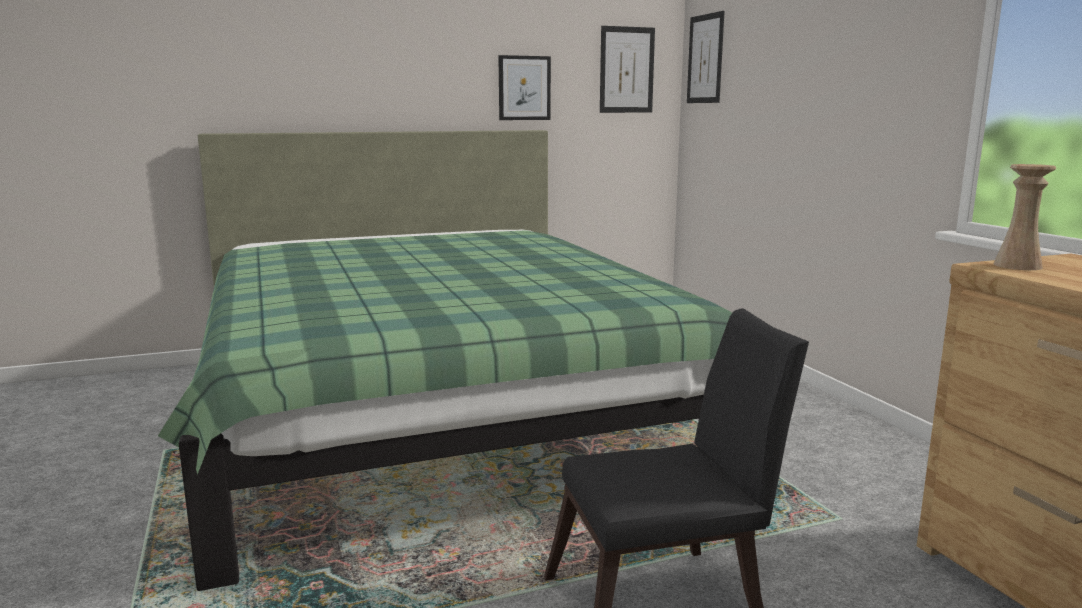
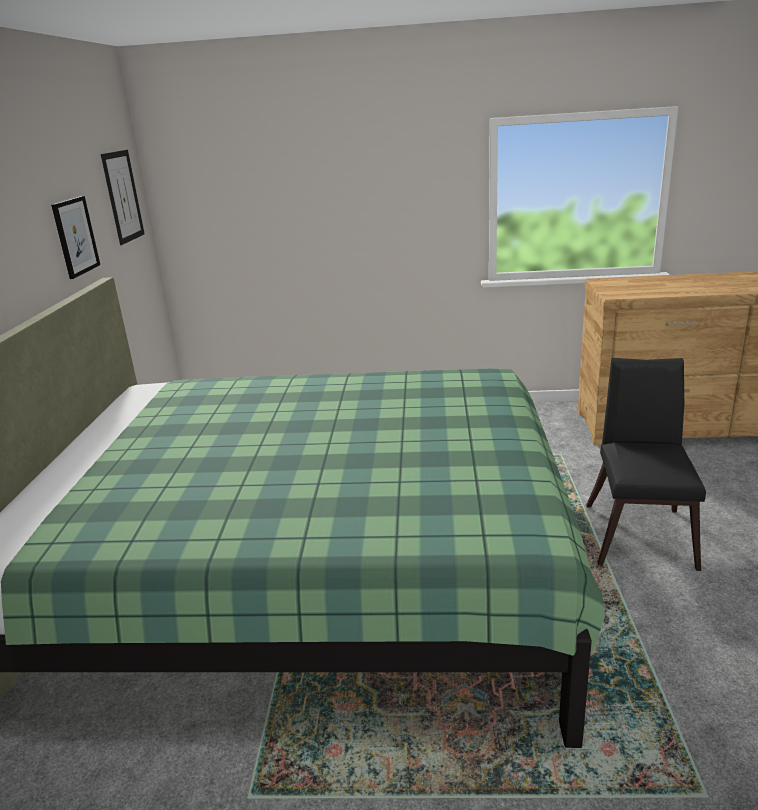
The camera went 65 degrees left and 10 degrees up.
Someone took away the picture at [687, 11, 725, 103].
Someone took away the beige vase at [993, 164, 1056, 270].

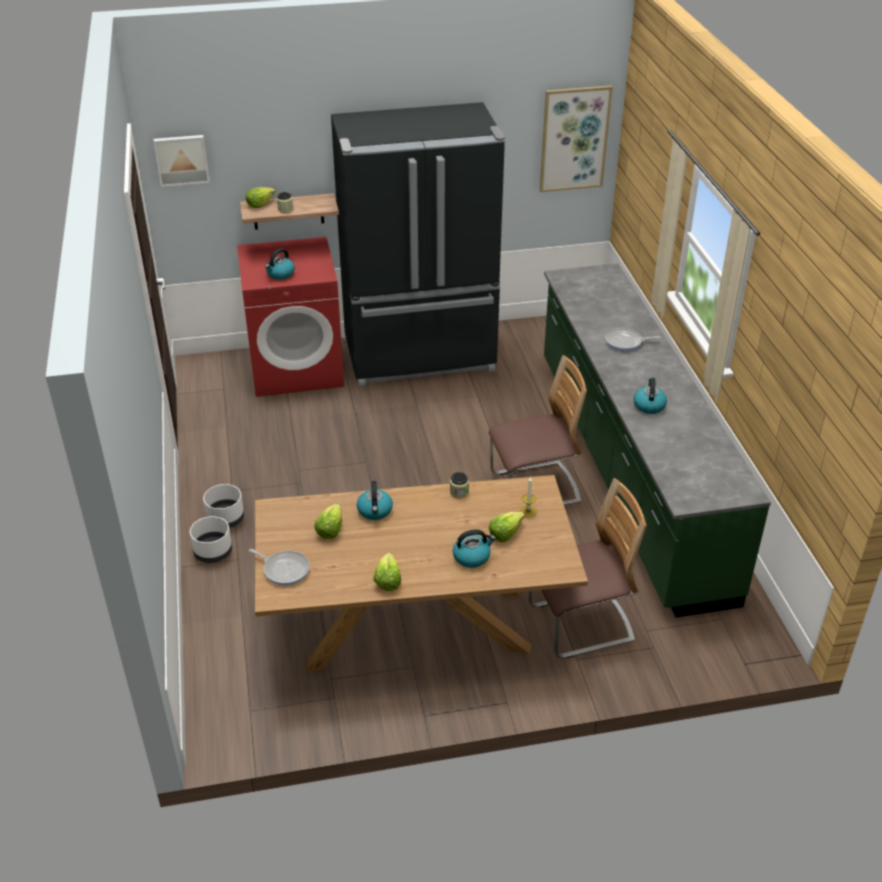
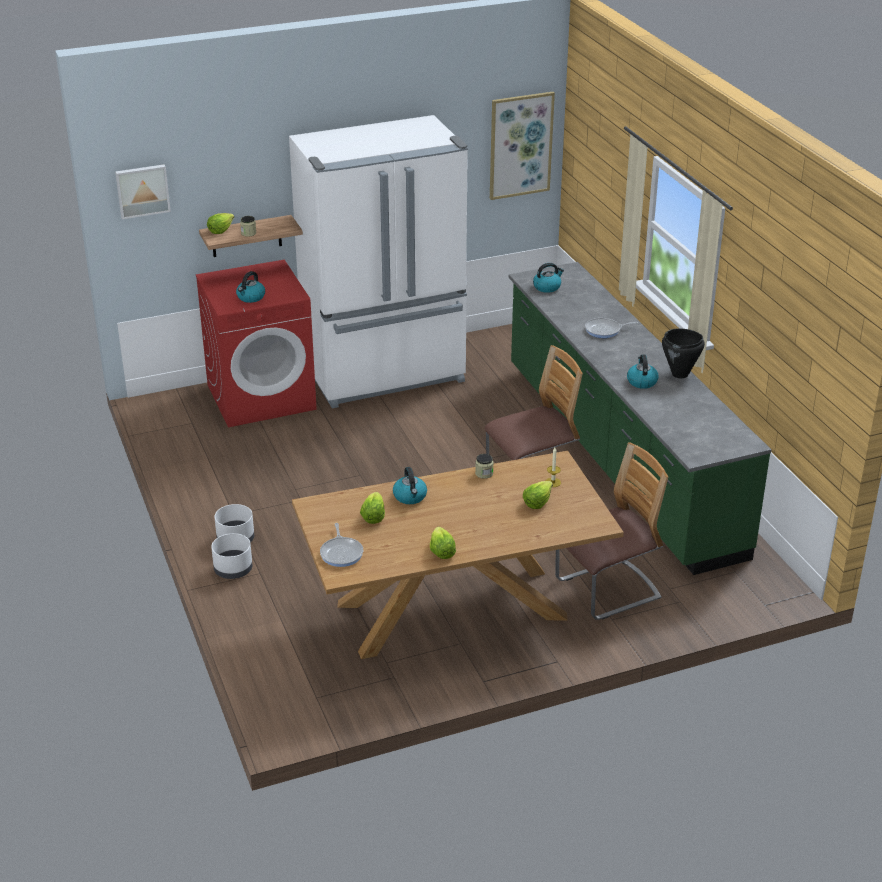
The camera went 10 degrees left and 5 degrees down.
Someone repainted the black fridge at [331, 102, 505, 387], which became the white fridge at [289, 115, 468, 408].
Someone carried the kettle from [453, 529, 496, 568] to [533, 263, 564, 293].
Someone rotated the frying pan at [249, 549, 310, 586] by 60 degrees clockwise.
Someone put down the black cooking pot at [662, 328, 705, 378].

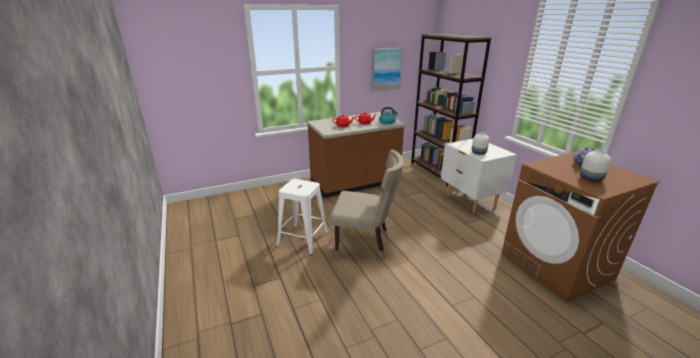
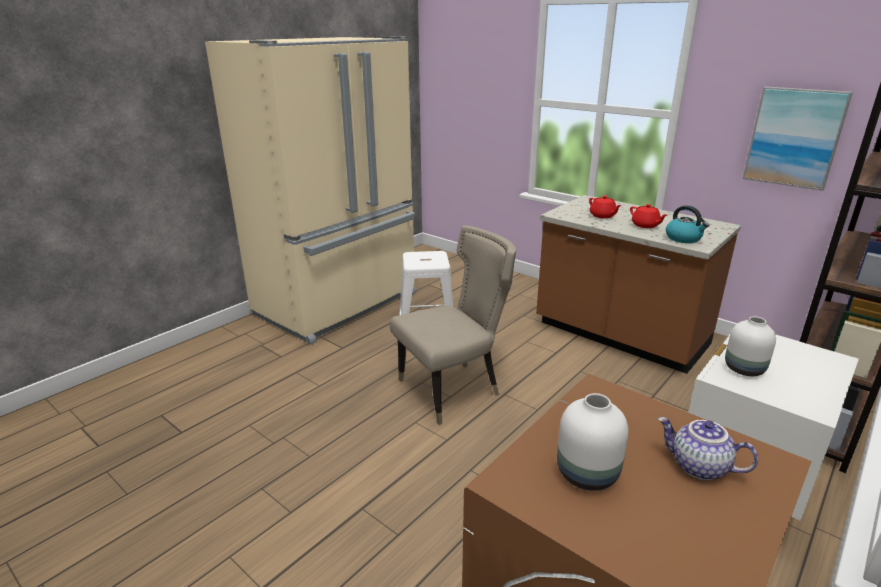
The camera went 65 degrees right and 0 degrees up.
Someone rotated the beige chair at [330, 150, 404, 259] by 105 degrees counterclockwise.
Someone put down the beige fridge at [205, 36, 416, 344].

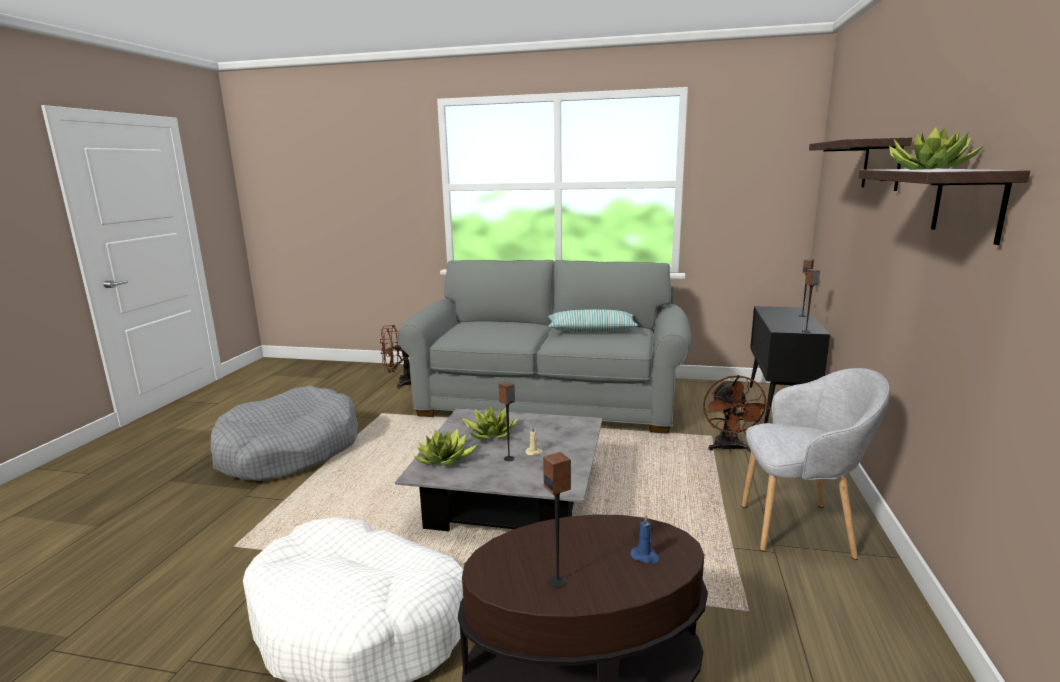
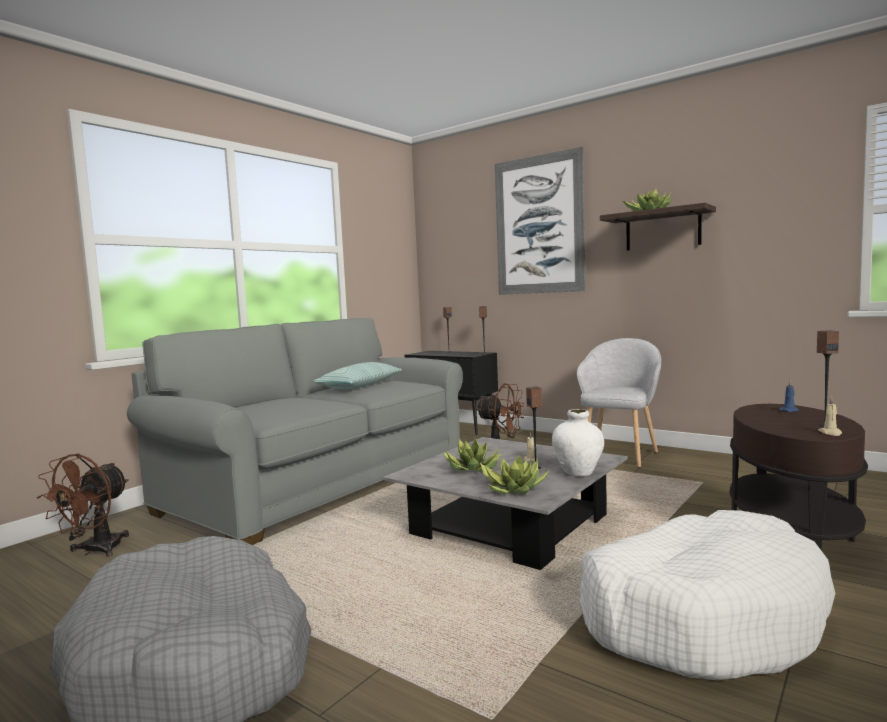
The camera went 65 degrees left and 10 degrees down.
Someone swapped the shelf at [809, 137, 912, 191] for the picture at [495, 147, 586, 295].
Someone put down the beige candle at [818, 396, 842, 436].
Someone put down the white vase at [552, 409, 604, 476].

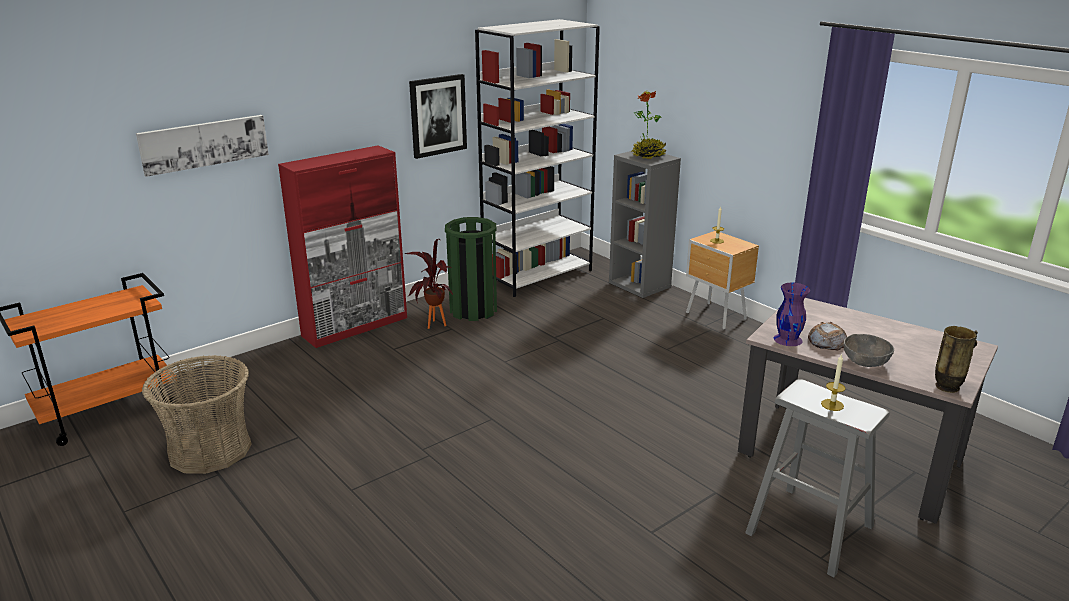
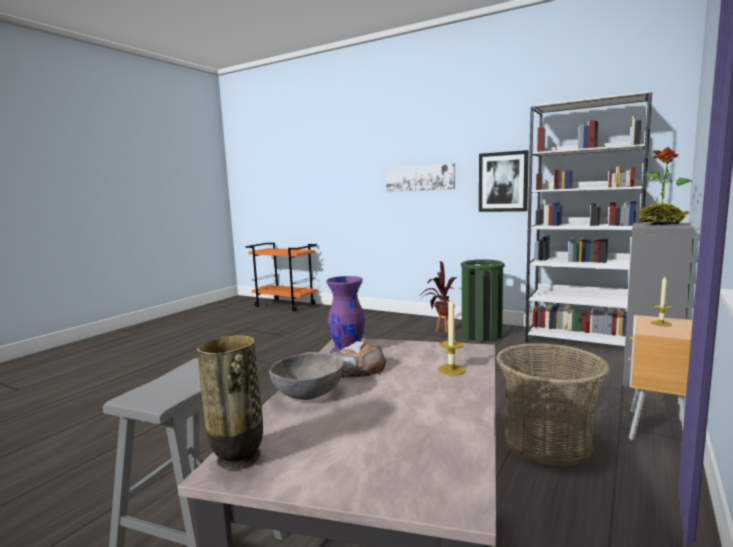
The camera went 70 degrees right and 15 degrees down.
Someone carried the picture from [136, 115, 269, 177] to [386, 163, 455, 192].
Someone took away the red cabinet at [278, 145, 407, 348].
Someone carried the candle from [821, 354, 845, 411] to [438, 298, 466, 376].
Someone carried the basket from [142, 355, 252, 474] to [496, 343, 610, 467].

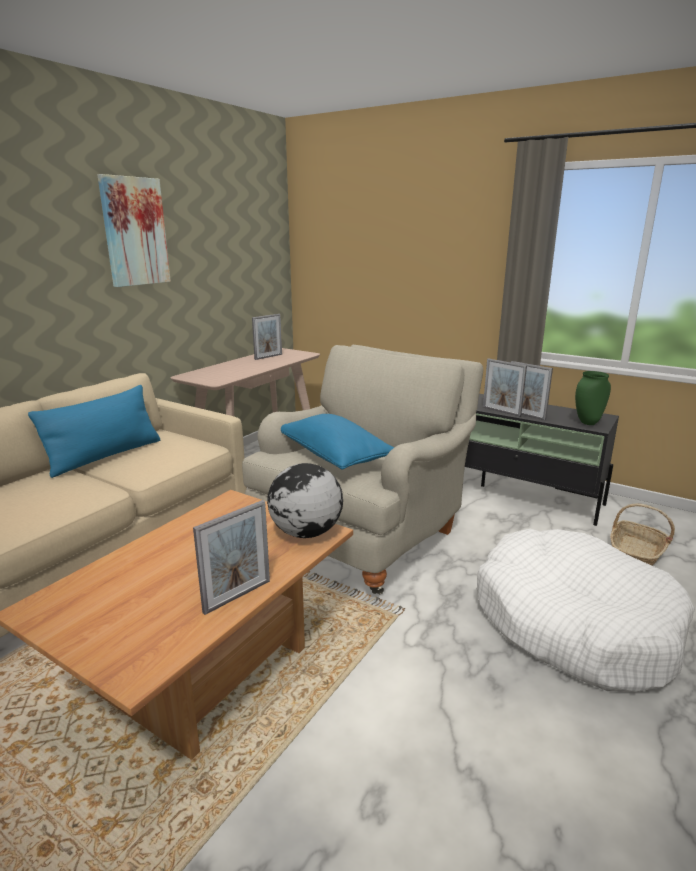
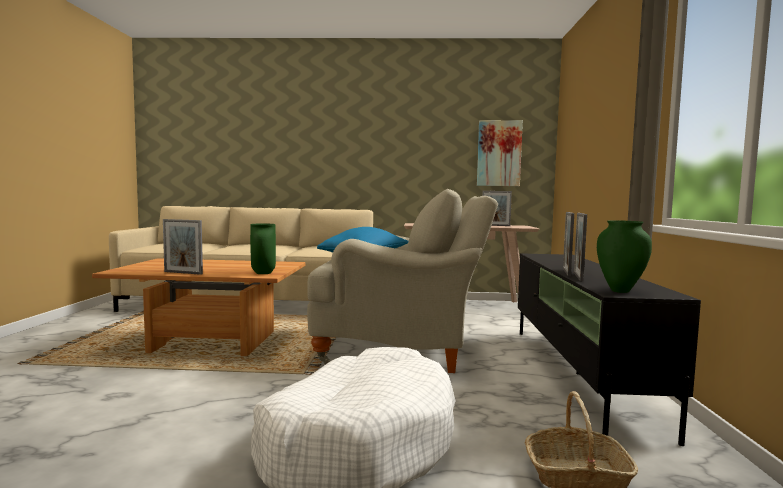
The camera went 60 degrees right and 15 degrees down.
Someone carried the picture from [97, 174, 171, 287] to [477, 120, 523, 186].
Someone took away the blue pillow at [28, 385, 160, 478].
Someone swapped the globe at [267, 463, 343, 538] for the green vase at [250, 223, 276, 274].

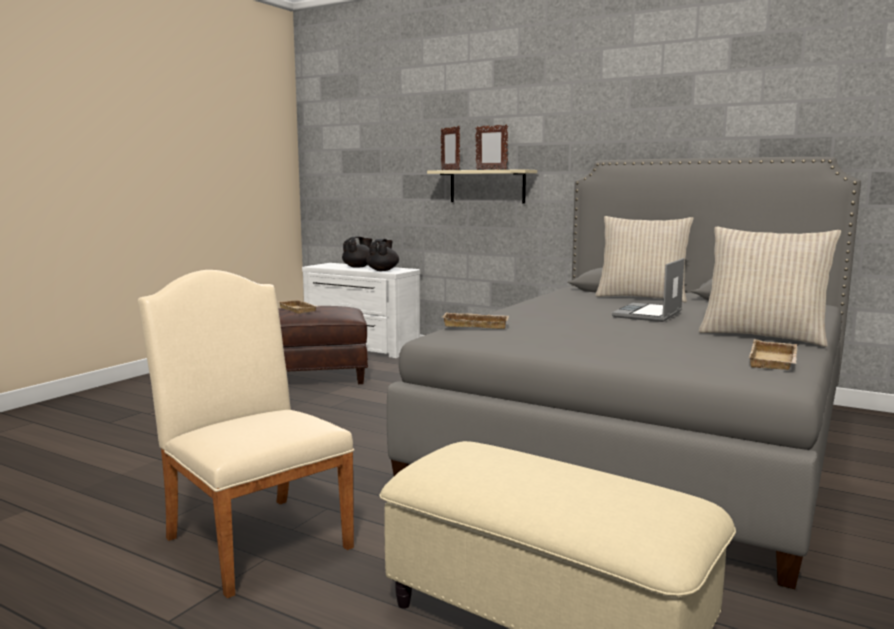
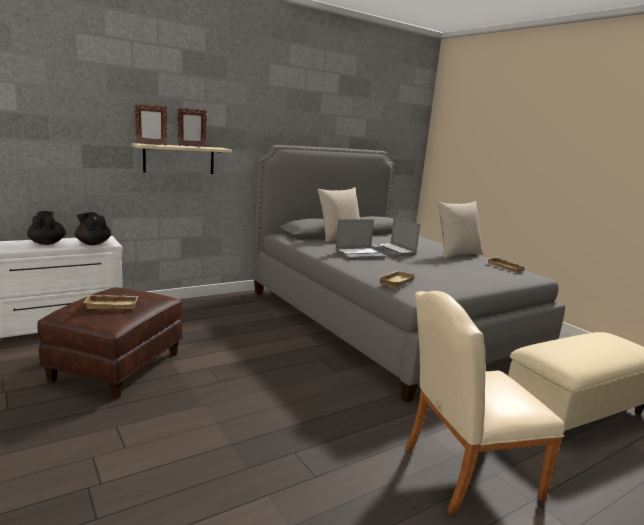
The camera went 65 degrees left and 5 degrees up.
Someone put down the laptop at [335, 219, 386, 260].

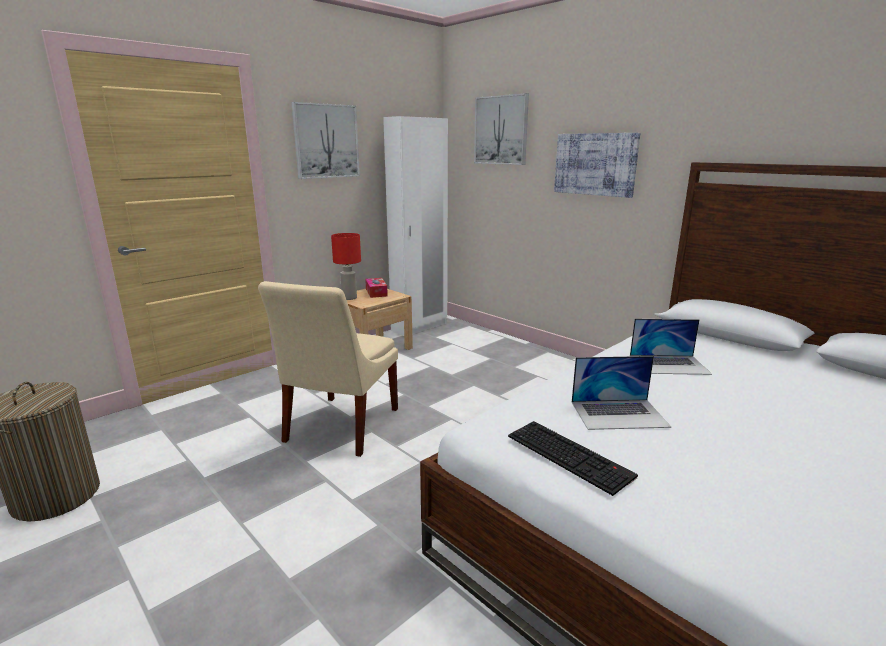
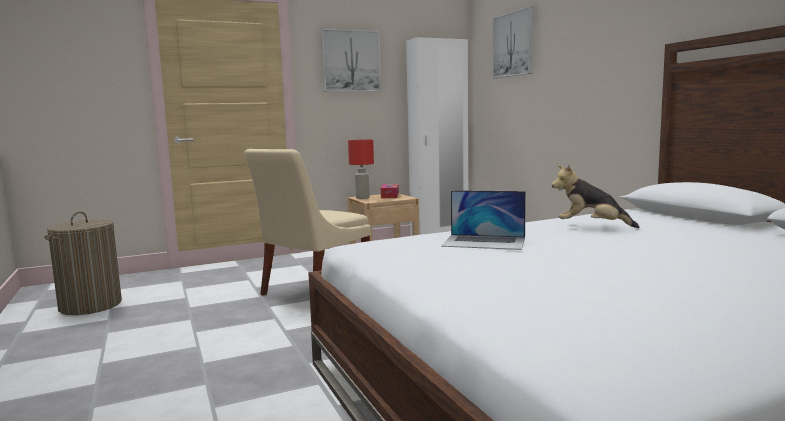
The camera went 20 degrees right and 10 degrees down.
Someone took away the picture at [554, 133, 640, 198].
Someone swapped the laptop at [630, 319, 712, 375] for the plush toy at [552, 165, 640, 228].
Someone took away the keyboard at [508, 421, 638, 496].

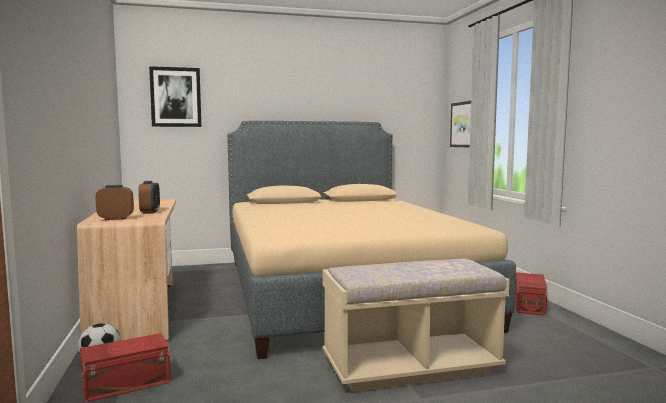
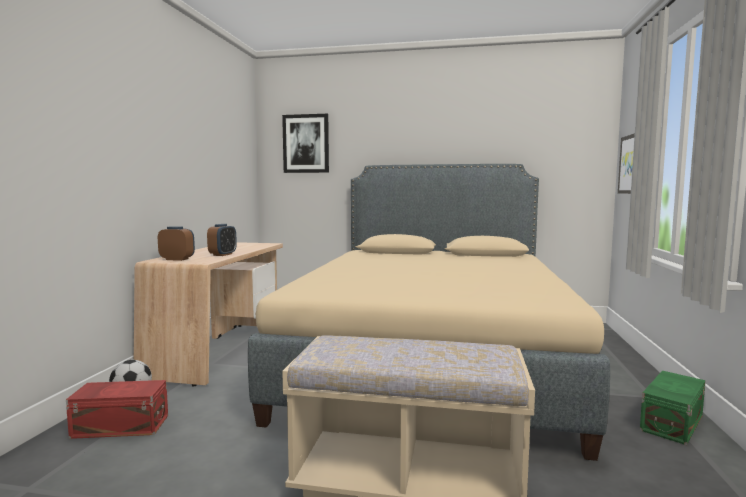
The camera went 25 degrees right and 0 degrees up.
Someone repainted the red storage box at [515, 272, 547, 316], which became the green storage box at [640, 370, 706, 445].

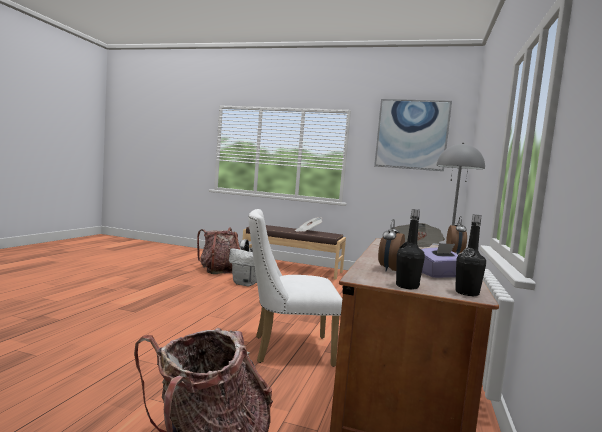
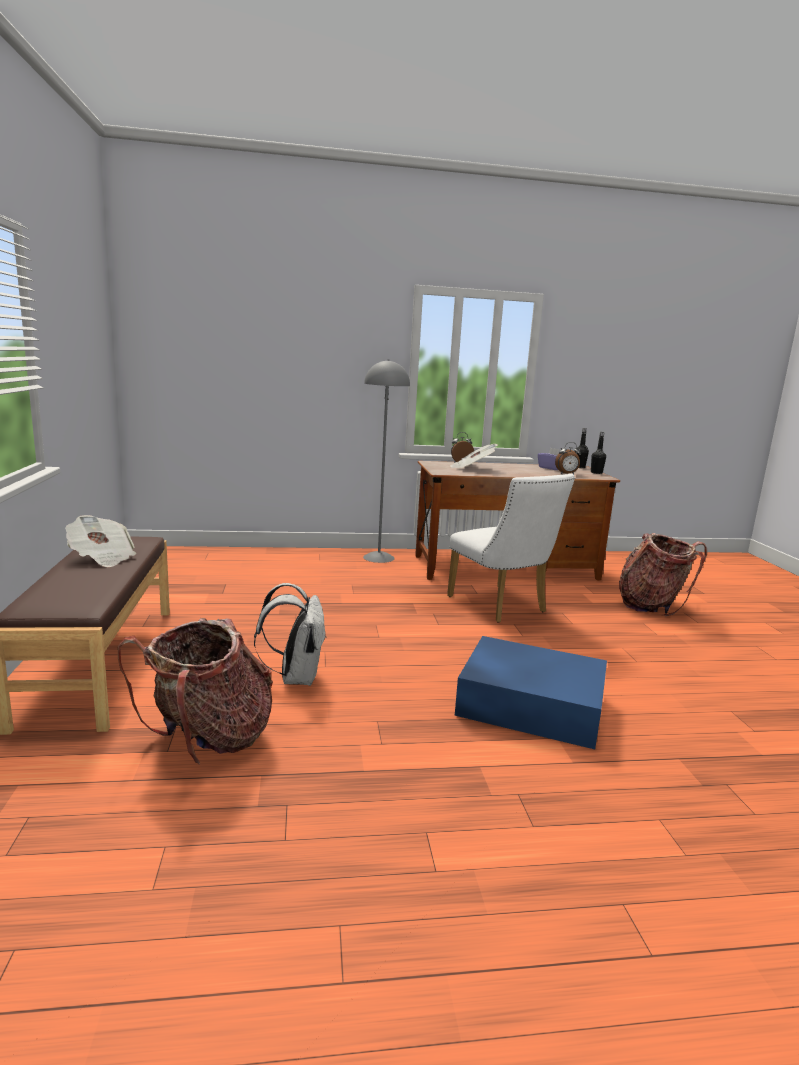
The camera went 115 degrees left and 10 degrees up.
Someone took away the picture at [374, 99, 452, 171].
Someone put down the blue storage box at [455, 636, 607, 749].

